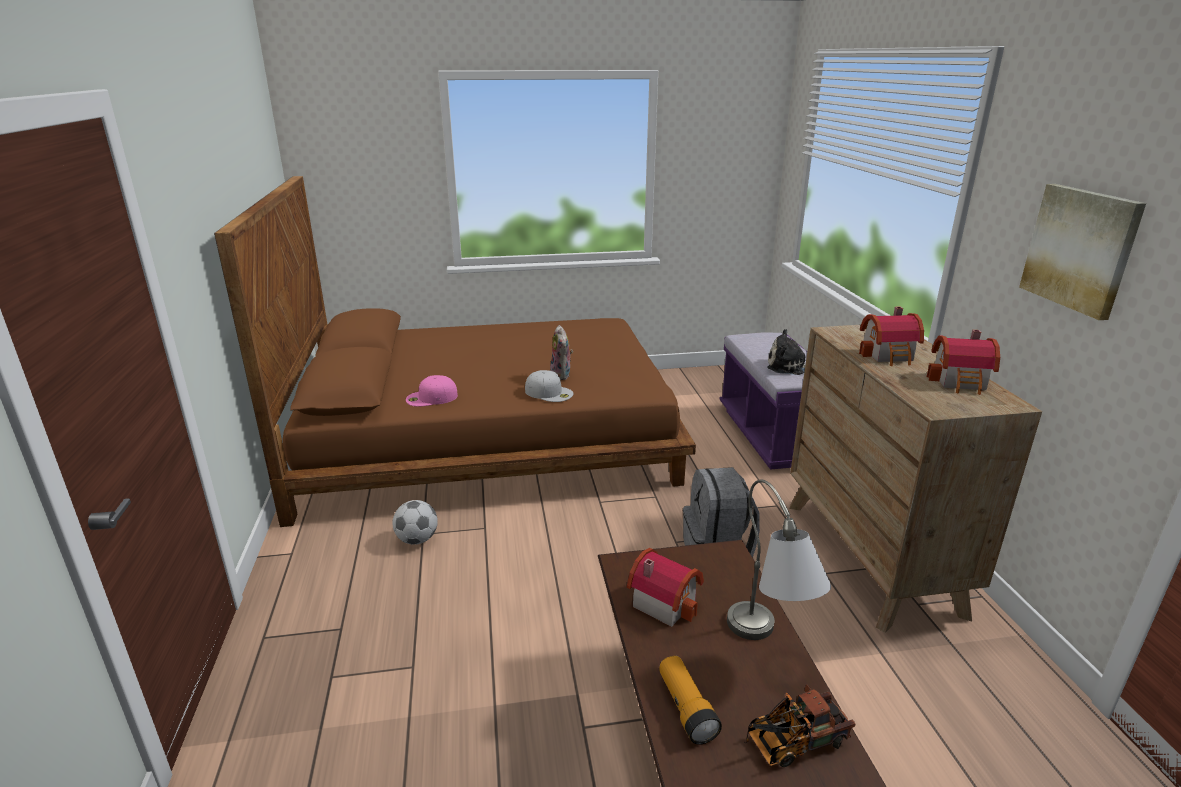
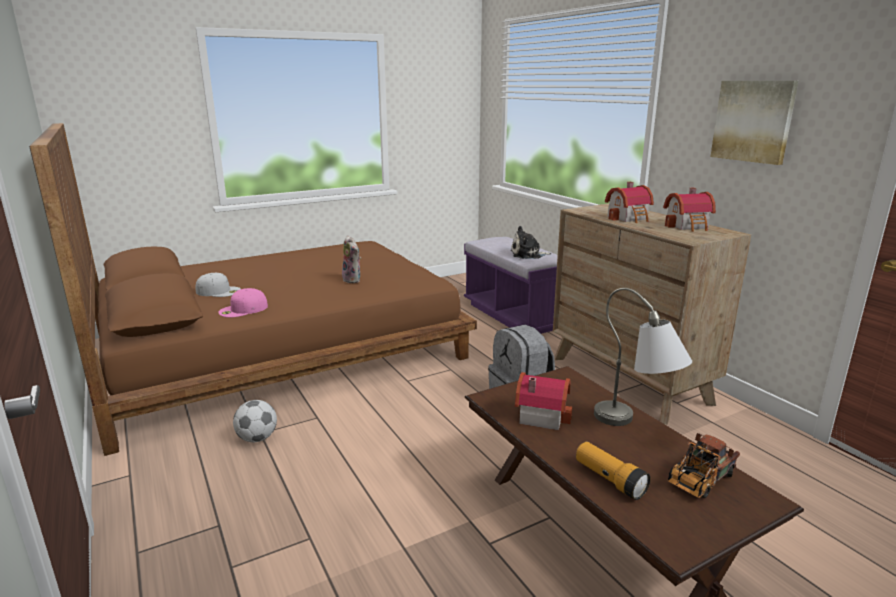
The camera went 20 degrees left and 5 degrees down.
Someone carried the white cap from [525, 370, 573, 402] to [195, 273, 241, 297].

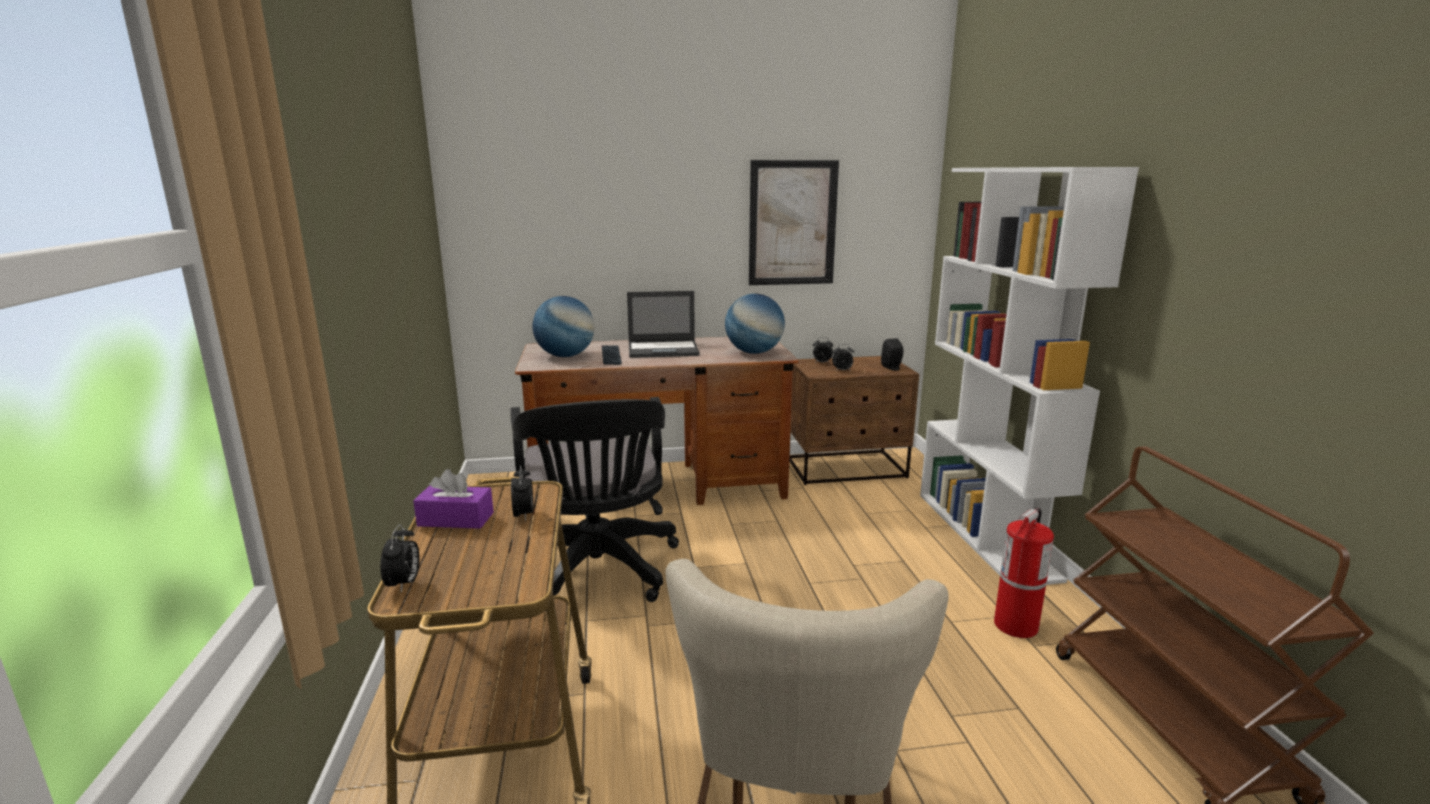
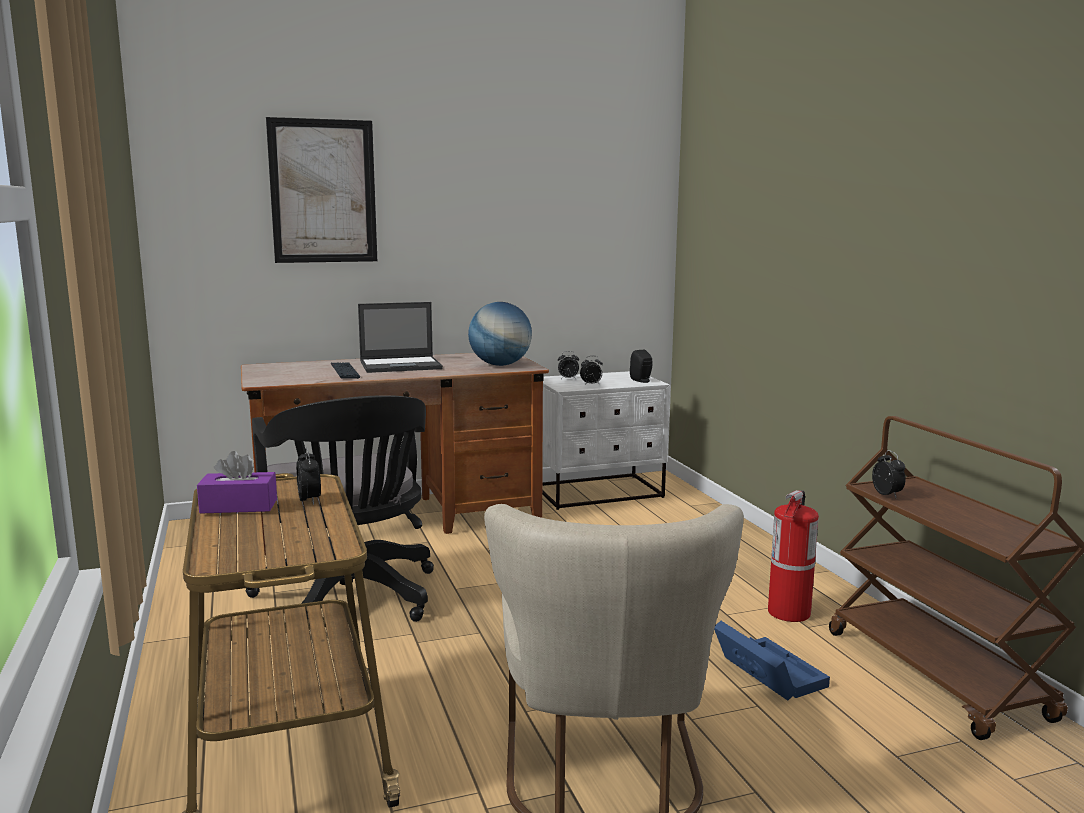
The camera went 10 degrees left and 5 degrees down.
Someone carried the picture from [749, 160, 839, 285] to [266, 117, 377, 263].
Someone took away the white bookcase at [920, 167, 1139, 585].
Someone took away the globe at [533, 296, 594, 357].
Someone repainted the brown nightstand at [789, 356, 919, 485], which became the white nightstand at [542, 371, 670, 510].
Someone carried the alarm clock from [380, 524, 420, 593] to [872, 450, 906, 498].
Someone put down the blue storage box at [714, 621, 830, 701].

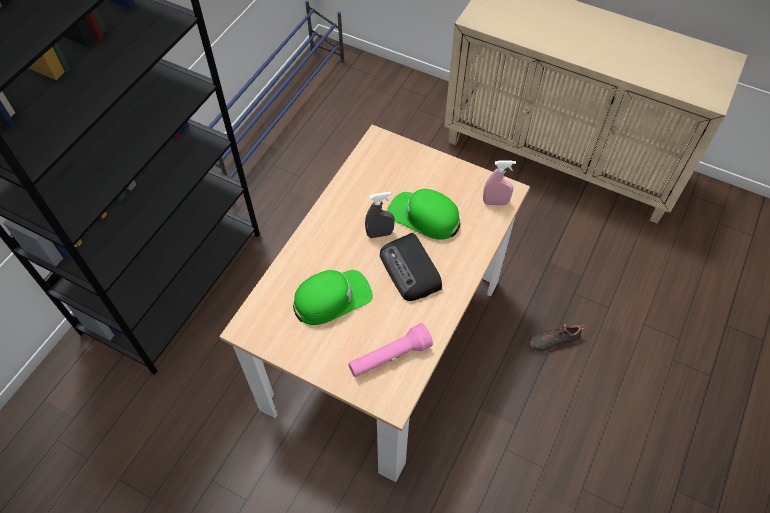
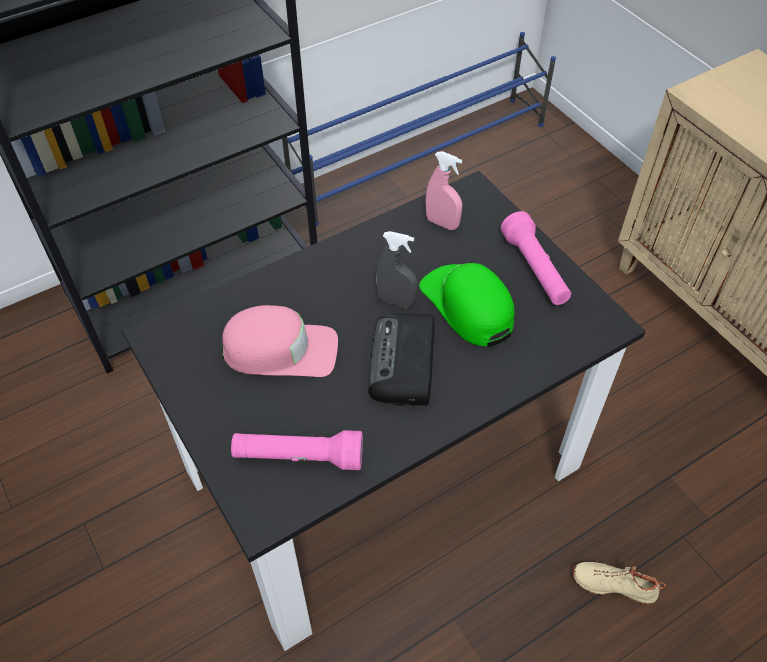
The camera went 30 degrees right and 5 degrees down.
Someone repainted the beige dining table at [219, 124, 530, 482], which became the black dining table at [122, 171, 646, 651].
Someone carried the pink spray bottle from [483, 160, 516, 205] to [425, 151, 462, 230].
Someone repainted the green cap at [293, 270, 373, 325], which became the pink cap at [222, 305, 338, 377].
Someone repainted the black shoe at [529, 324, 585, 352], which became the beige shoe at [573, 562, 666, 605].
Someone put down the pink flashlight at [501, 211, 571, 305].

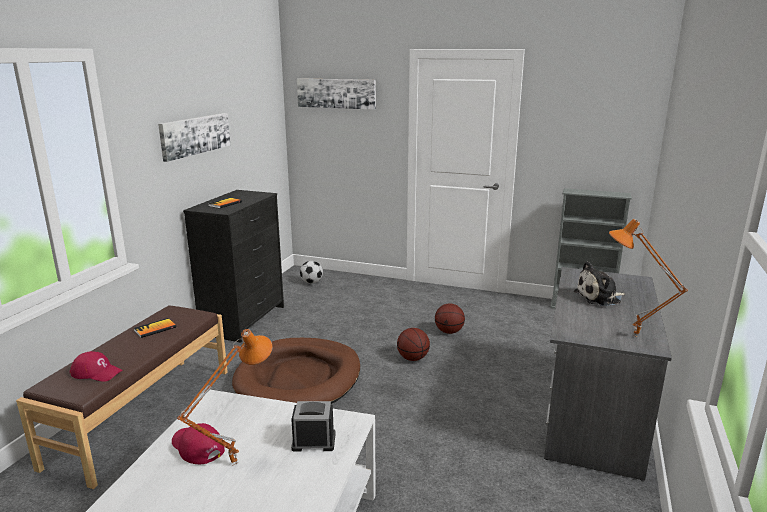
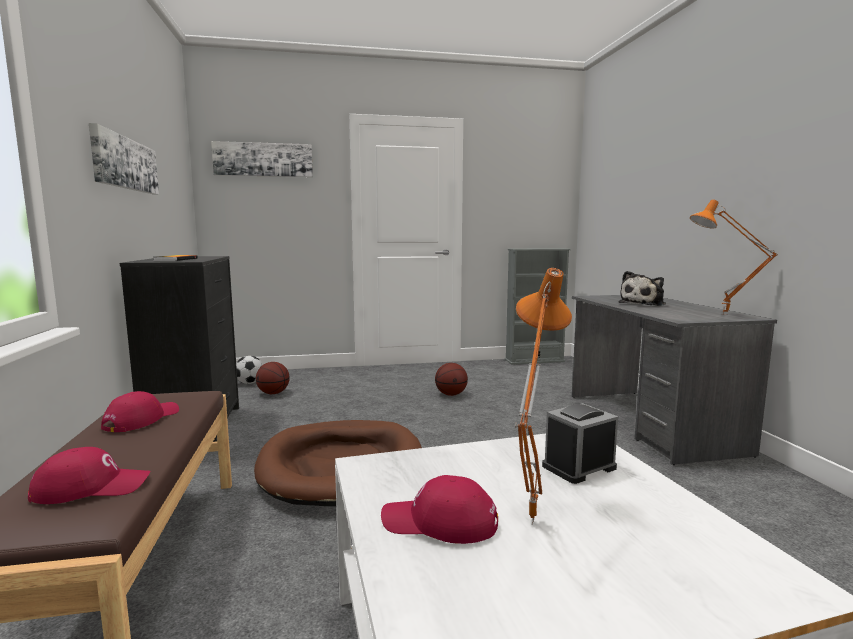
The camera went 30 degrees left and 10 degrees down.
Someone swapped the book at [134, 318, 176, 338] for the red cap at [101, 391, 179, 432].
Someone carried the basketball from [397, 328, 430, 361] to [256, 362, 290, 394].

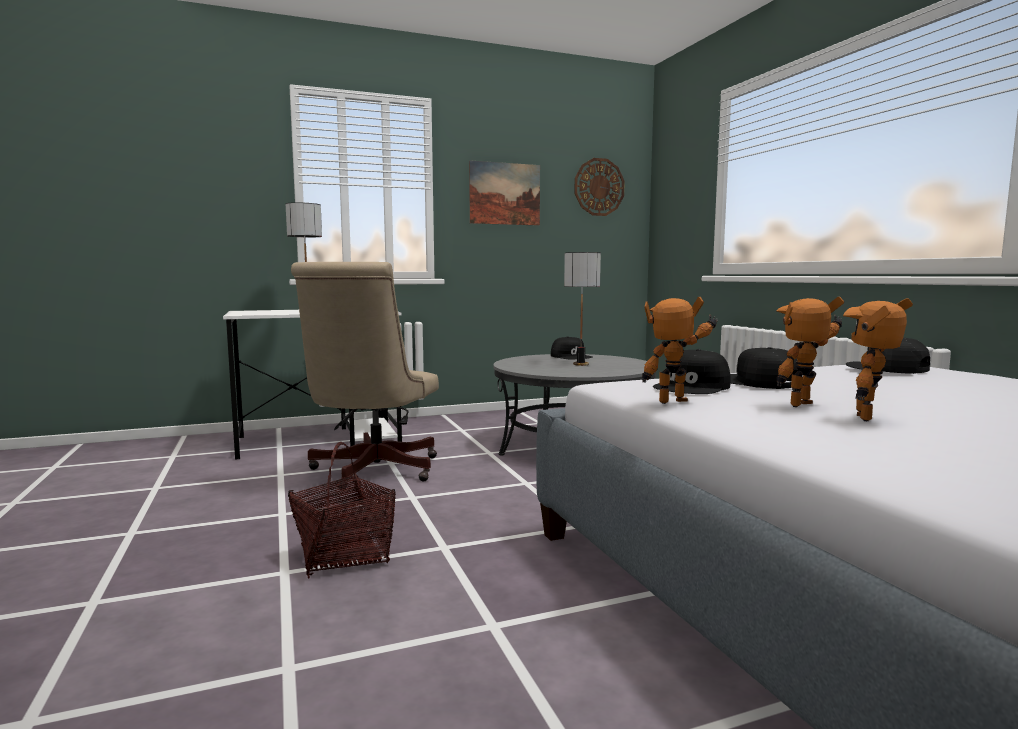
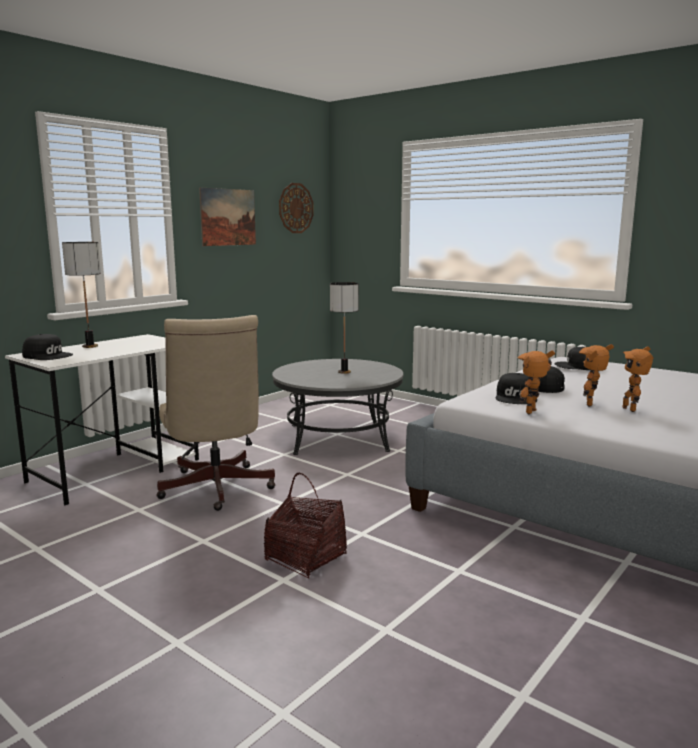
The camera went 30 degrees left and 5 degrees up.
Someone carried the black cap from [551, 336, 593, 359] to [22, 334, 73, 360].

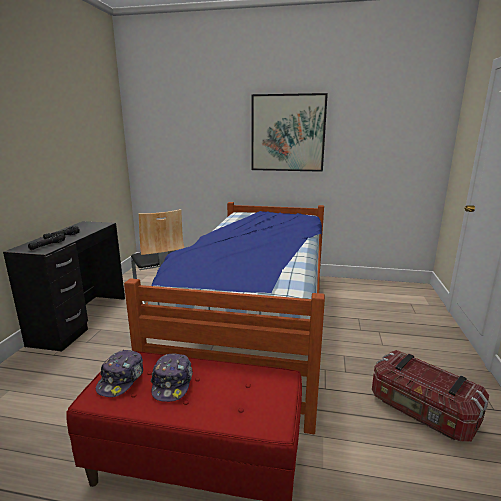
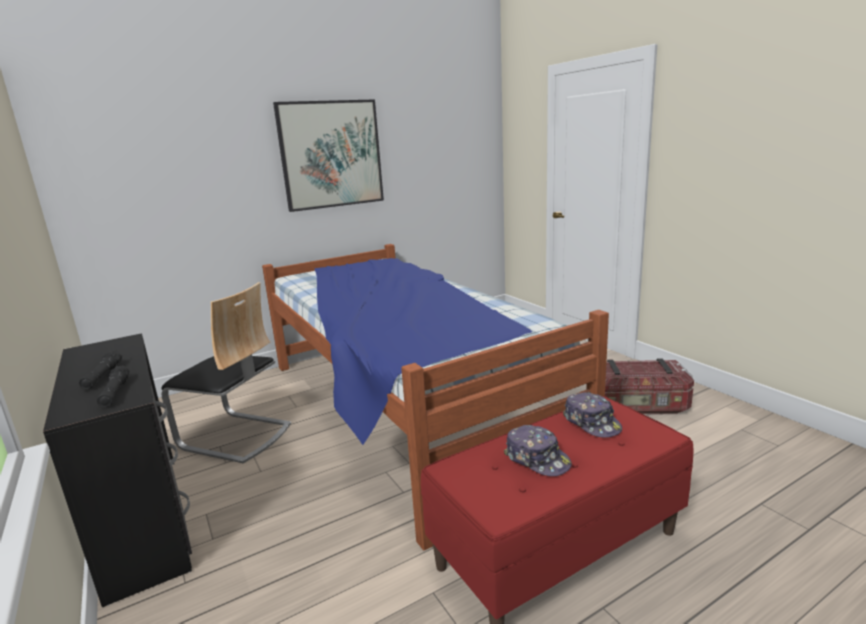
The camera went 40 degrees left and 0 degrees up.
Someone carried the cap from [96, 350, 143, 397] to [563, 392, 622, 438].

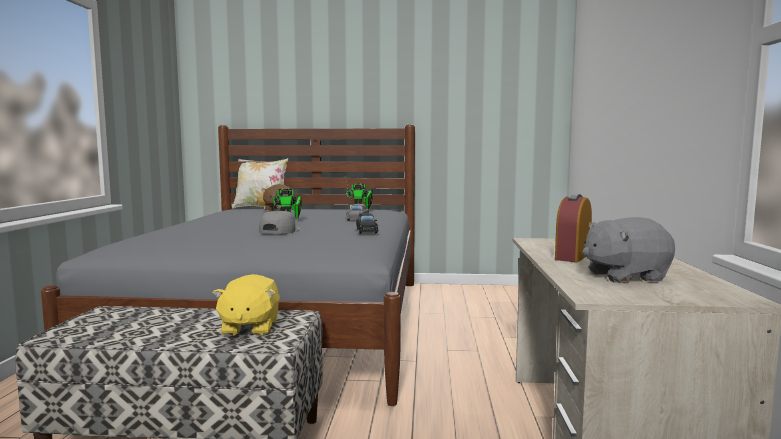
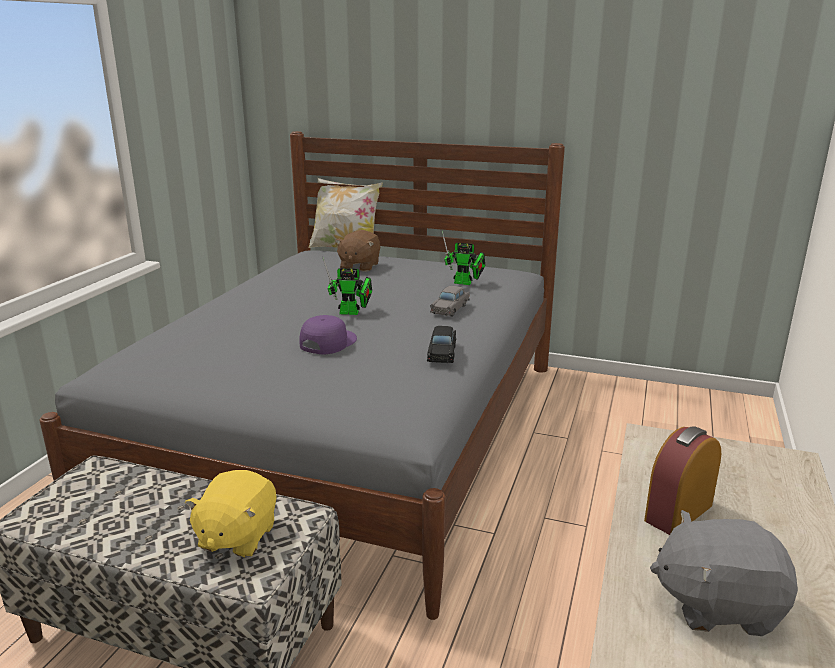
The camera went 15 degrees right and 15 degrees up.
Someone repainted the grey cap at [259, 211, 301, 234], which became the purple cap at [299, 315, 357, 355].

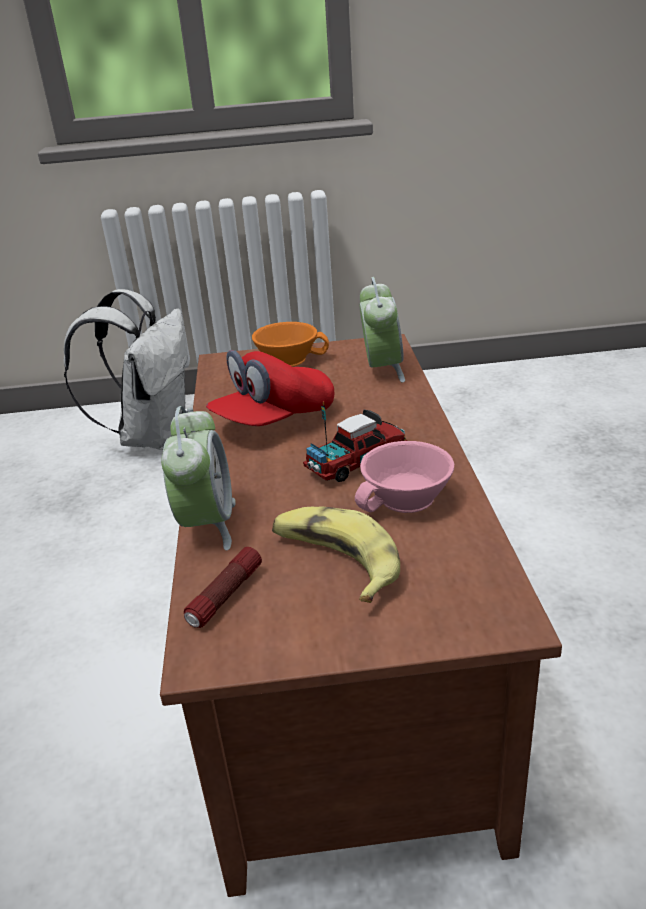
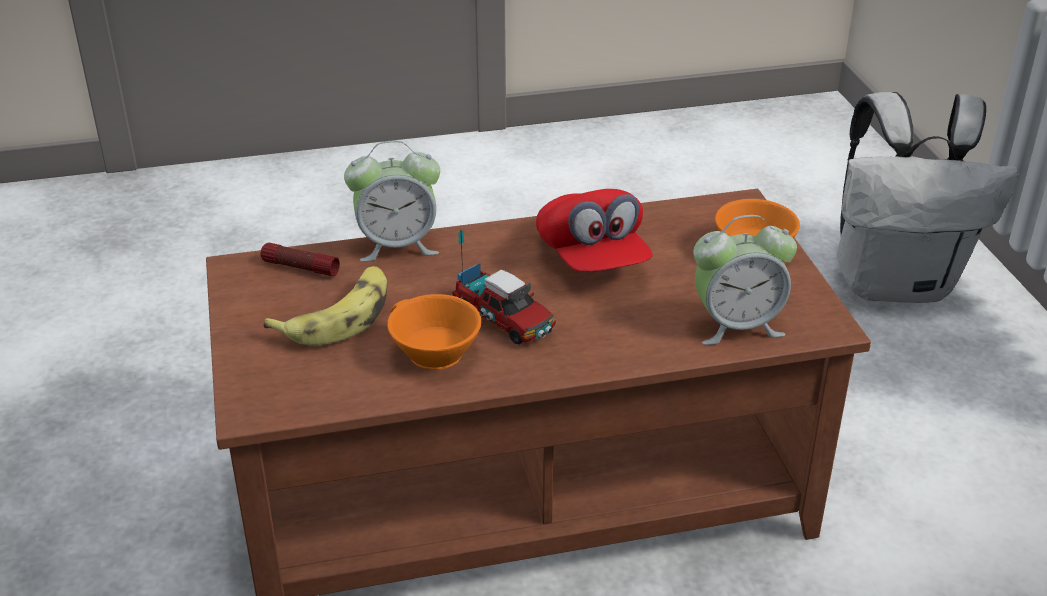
The camera went 80 degrees right and 5 degrees up.
Someone rotated the red cap at [206, 350, 334, 426] by 150 degrees counterclockwise.
Someone repainted the pink cup at [355, 441, 454, 513], which became the orange cup at [387, 294, 481, 370].

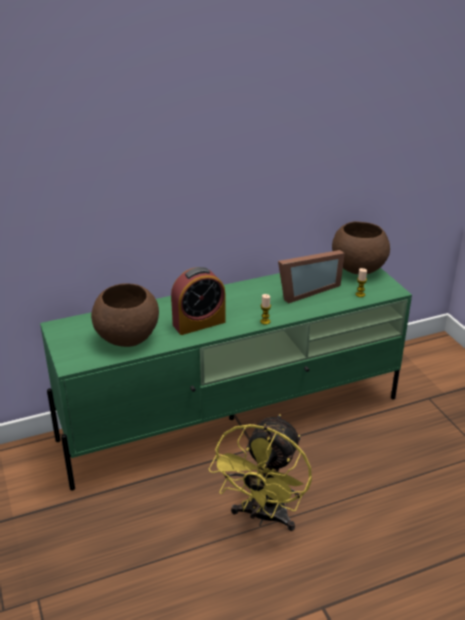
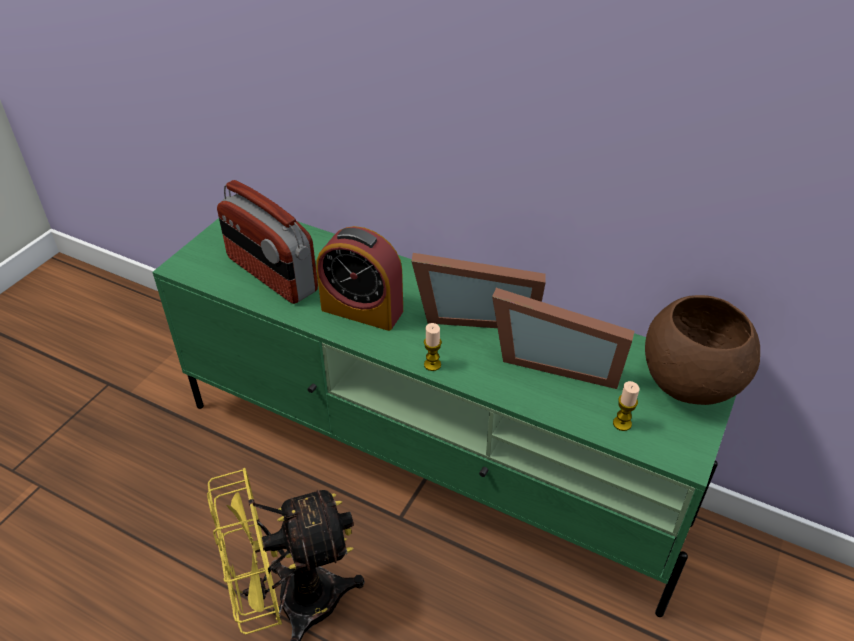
The camera went 50 degrees right and 10 degrees up.
Someone swapped the brown bowl at [91, 283, 159, 347] for the radio at [217, 180, 318, 304].
Someone put down the picture frame at [411, 253, 546, 328].

